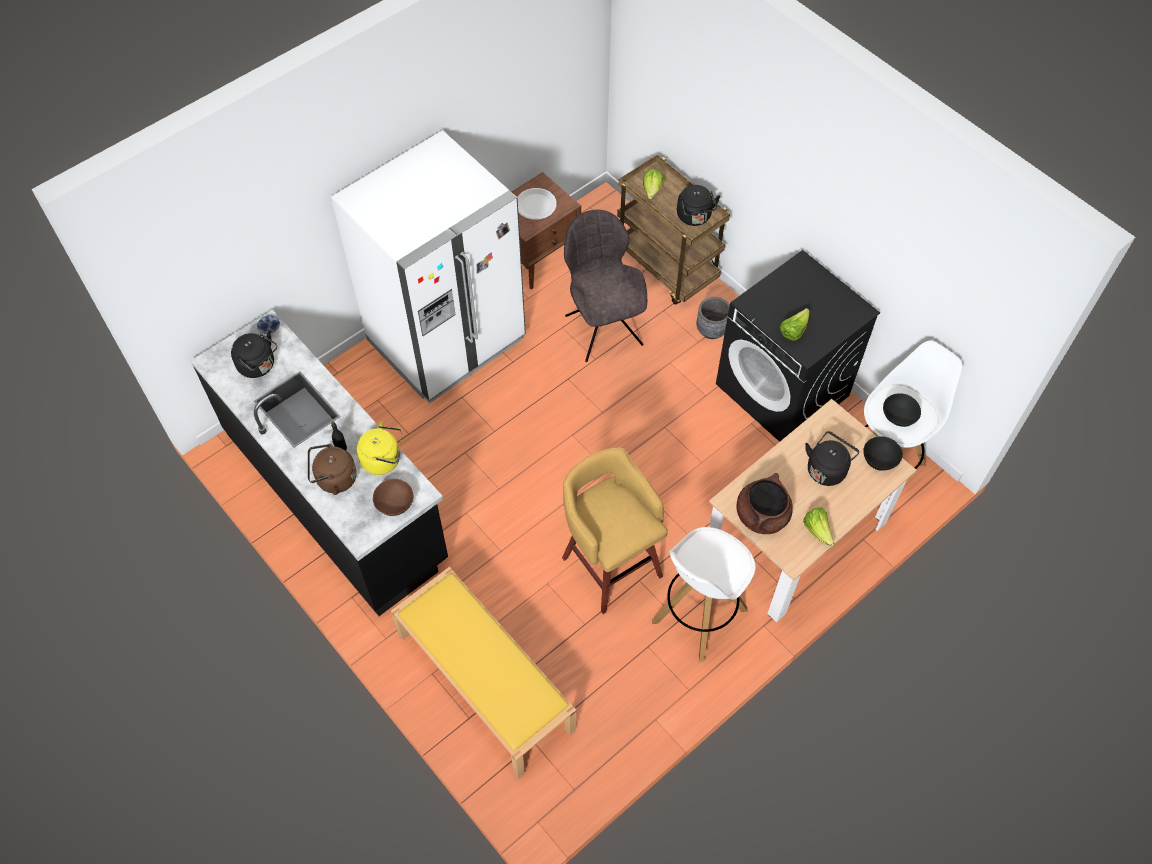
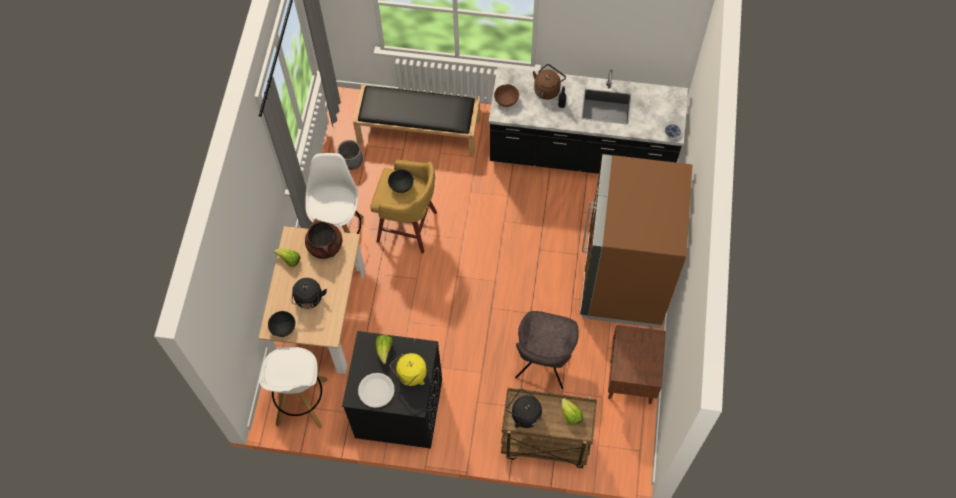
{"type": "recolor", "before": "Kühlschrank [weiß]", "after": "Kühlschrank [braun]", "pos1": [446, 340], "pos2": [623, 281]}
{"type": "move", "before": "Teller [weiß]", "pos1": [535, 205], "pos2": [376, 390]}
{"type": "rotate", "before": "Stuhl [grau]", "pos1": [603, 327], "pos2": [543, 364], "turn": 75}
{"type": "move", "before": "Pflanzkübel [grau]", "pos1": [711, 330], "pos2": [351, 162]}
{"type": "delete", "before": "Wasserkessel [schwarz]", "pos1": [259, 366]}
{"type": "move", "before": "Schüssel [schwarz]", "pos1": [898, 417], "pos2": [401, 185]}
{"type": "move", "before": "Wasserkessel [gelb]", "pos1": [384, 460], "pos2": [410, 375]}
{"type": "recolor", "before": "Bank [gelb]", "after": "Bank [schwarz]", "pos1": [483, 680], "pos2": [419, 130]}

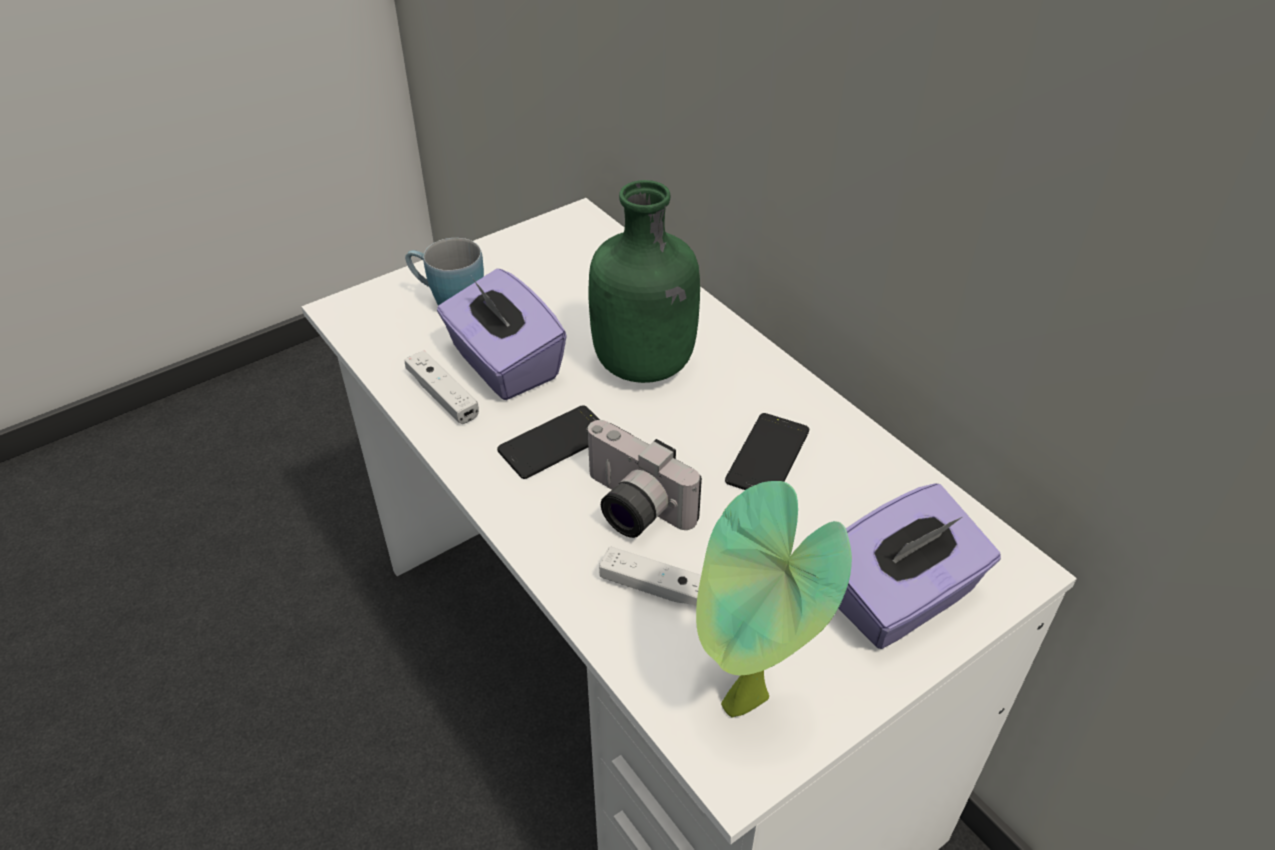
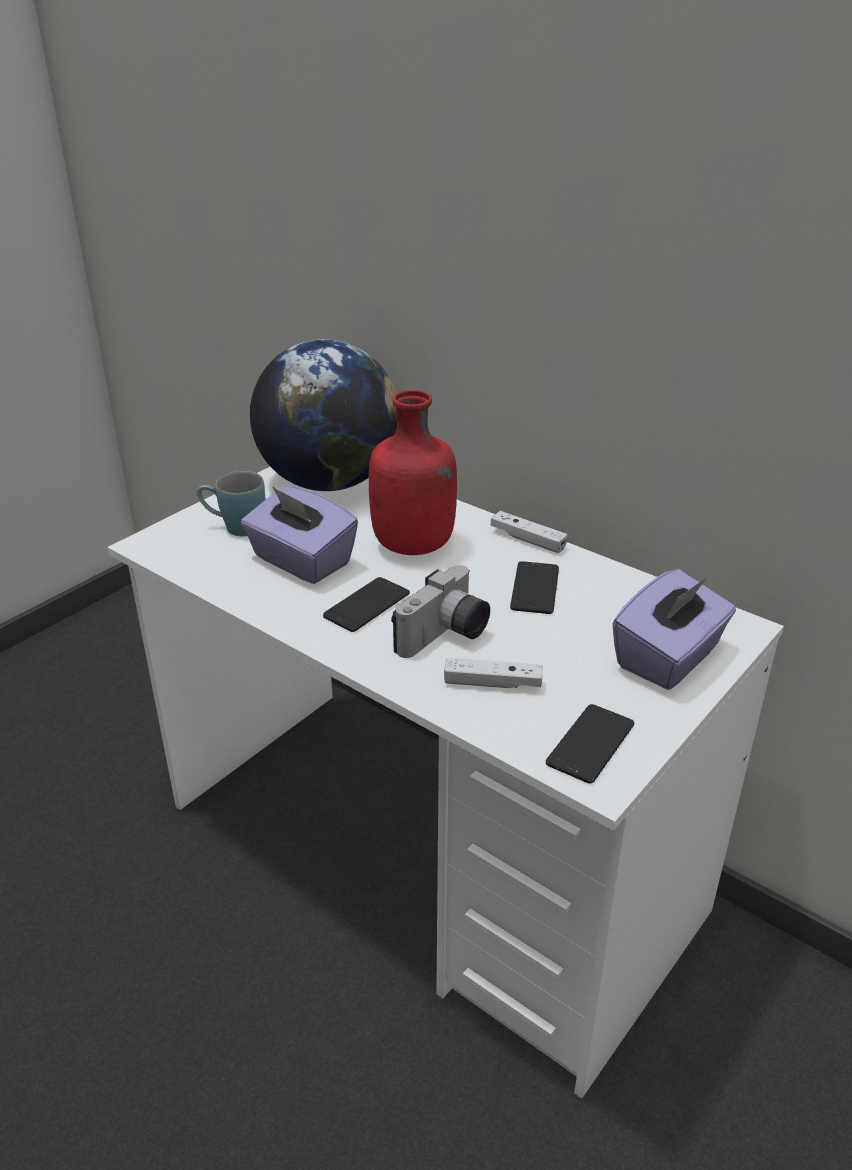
{"type": "recolor", "before": "Flasche [grün]", "after": "Flasche [rot]", "pos1": [644, 366], "pos2": [414, 546]}
{"type": "move", "before": "Gamepad [weiß]", "pos1": [442, 395], "pos2": [527, 539]}
{"type": "rotate", "before": "Kamera", "pos1": [630, 508], "pos2": [445, 637], "turn": -75}
{"type": "replace", "before": "Topfpflanze", "after": "Handy", "pos1": [745, 710], "pos2": [590, 744]}
{"type": "insert", "after": "Globus", "pos2": [329, 482]}

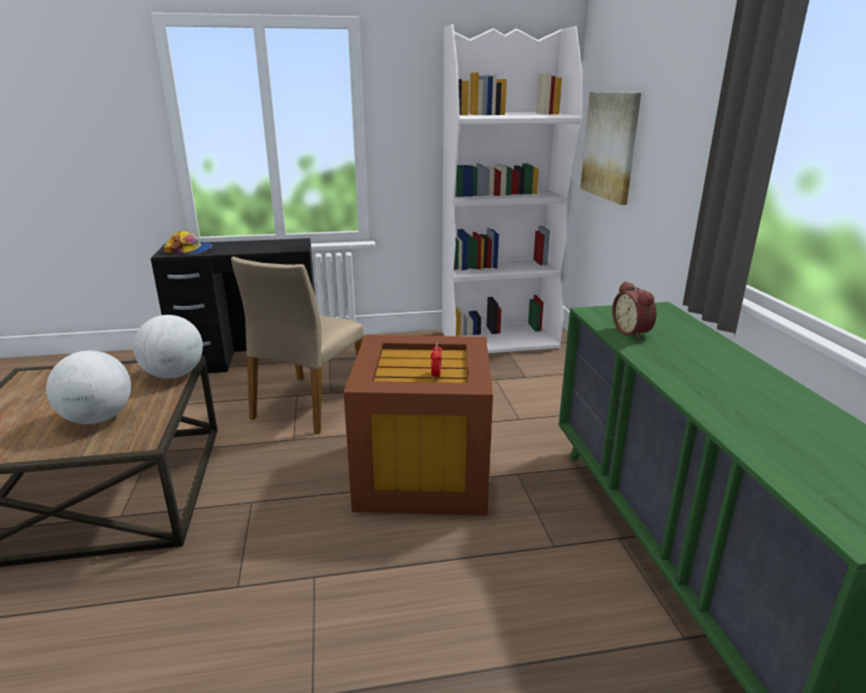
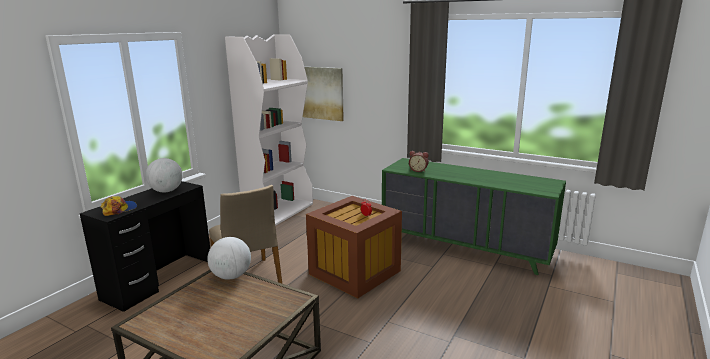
{"type": "move", "before": "Globus", "pos1": [97, 419], "pos2": [166, 191]}

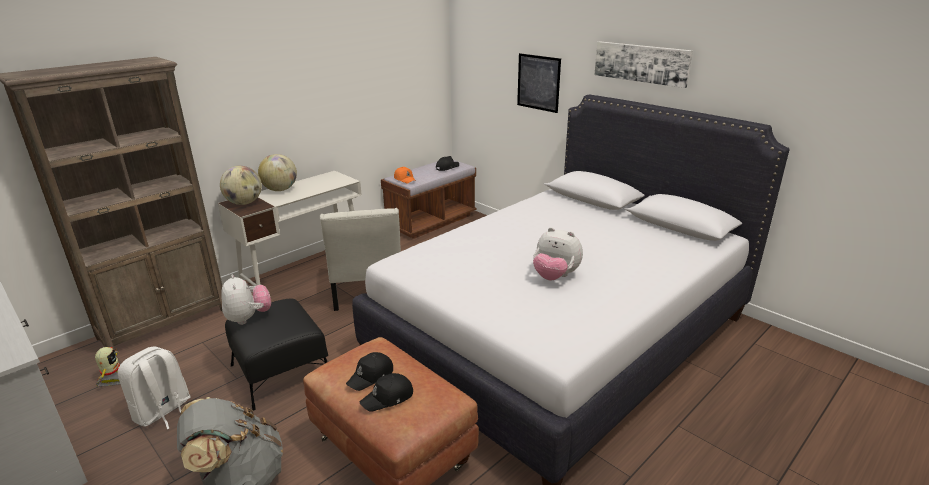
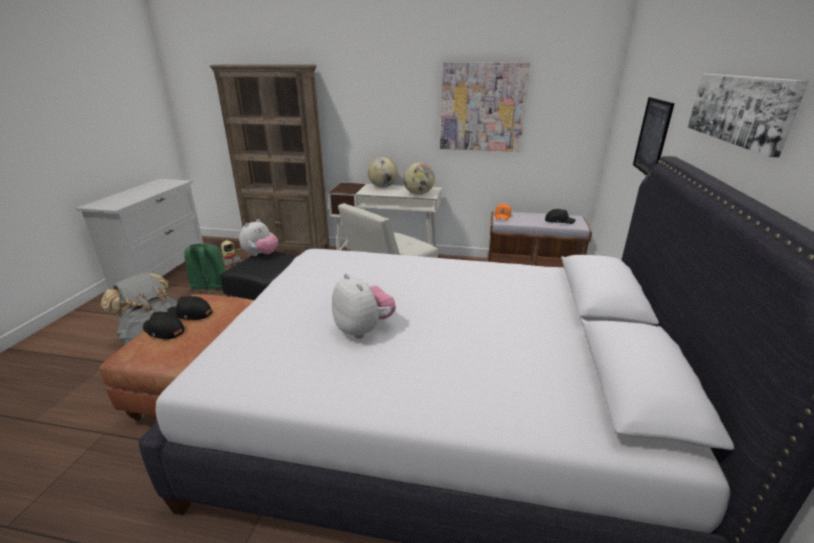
{"type": "move", "before": "Globus", "pos1": [244, 203], "pos2": [418, 194]}
{"type": "rotate", "before": "Plüschtier", "pos1": [555, 277], "pos2": [363, 329], "turn": 150}
{"type": "recolor", "before": "Rucksack [weiß]", "after": "Rucksack [grün]", "pos1": [163, 411], "pos2": [208, 287]}
{"type": "insert", "after": "Bild", "pos2": [482, 107]}

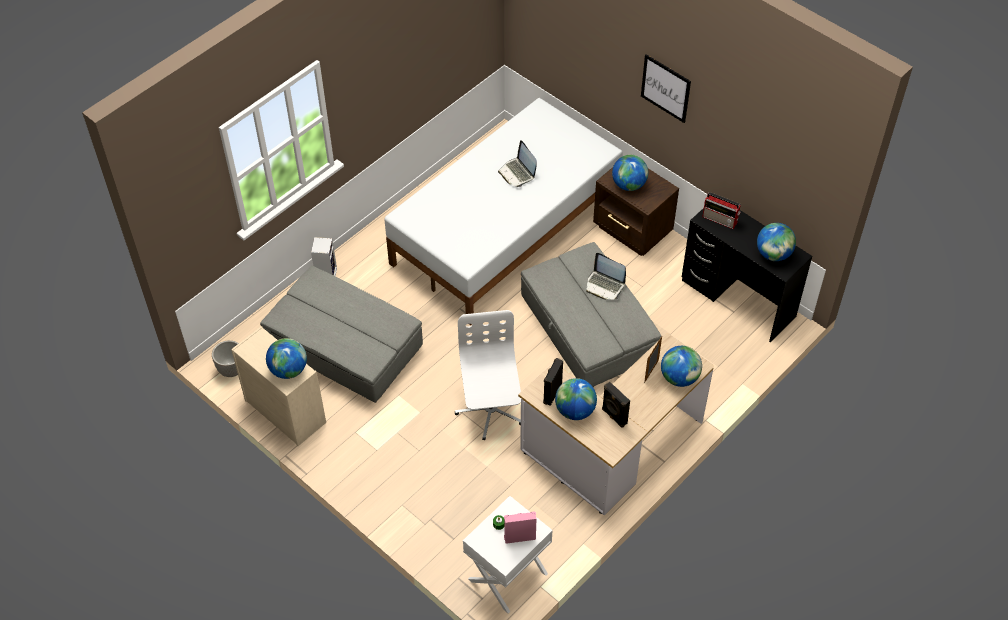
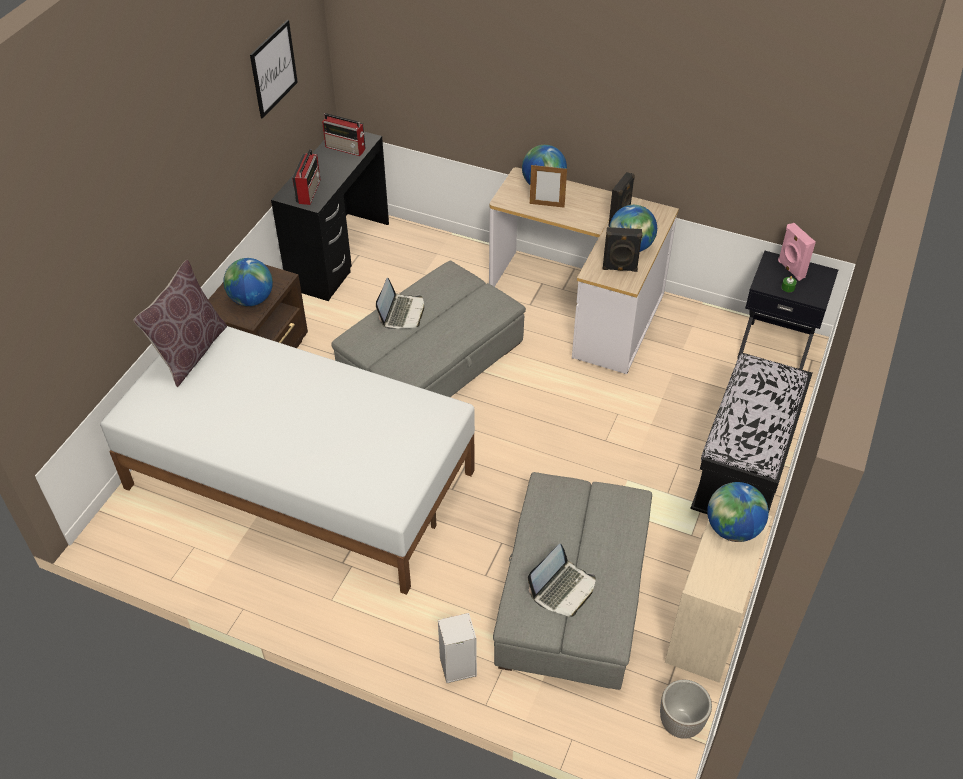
{"type": "move", "before": "Bild", "pos1": [665, 88], "pos2": [273, 69]}
{"type": "move", "before": "Laptop", "pos1": [517, 173], "pos2": [563, 589]}
{"type": "replace", "before": "Globus", "after": "Radio", "pos1": [773, 254], "pos2": [346, 148]}
{"type": "delete", "before": "Bürostuhl [weiß]", "pos1": [490, 410]}
{"type": "recolor", "before": "Nachttisch [weiß]", "after": "Nachttisch [schwarz]", "pos1": [508, 577], "pos2": [775, 347]}
{"type": "insert", "after": "Kissen [braun]", "pos2": [190, 352]}
{"type": "insert", "after": "Bank [schwarz]", "pos2": [743, 471]}

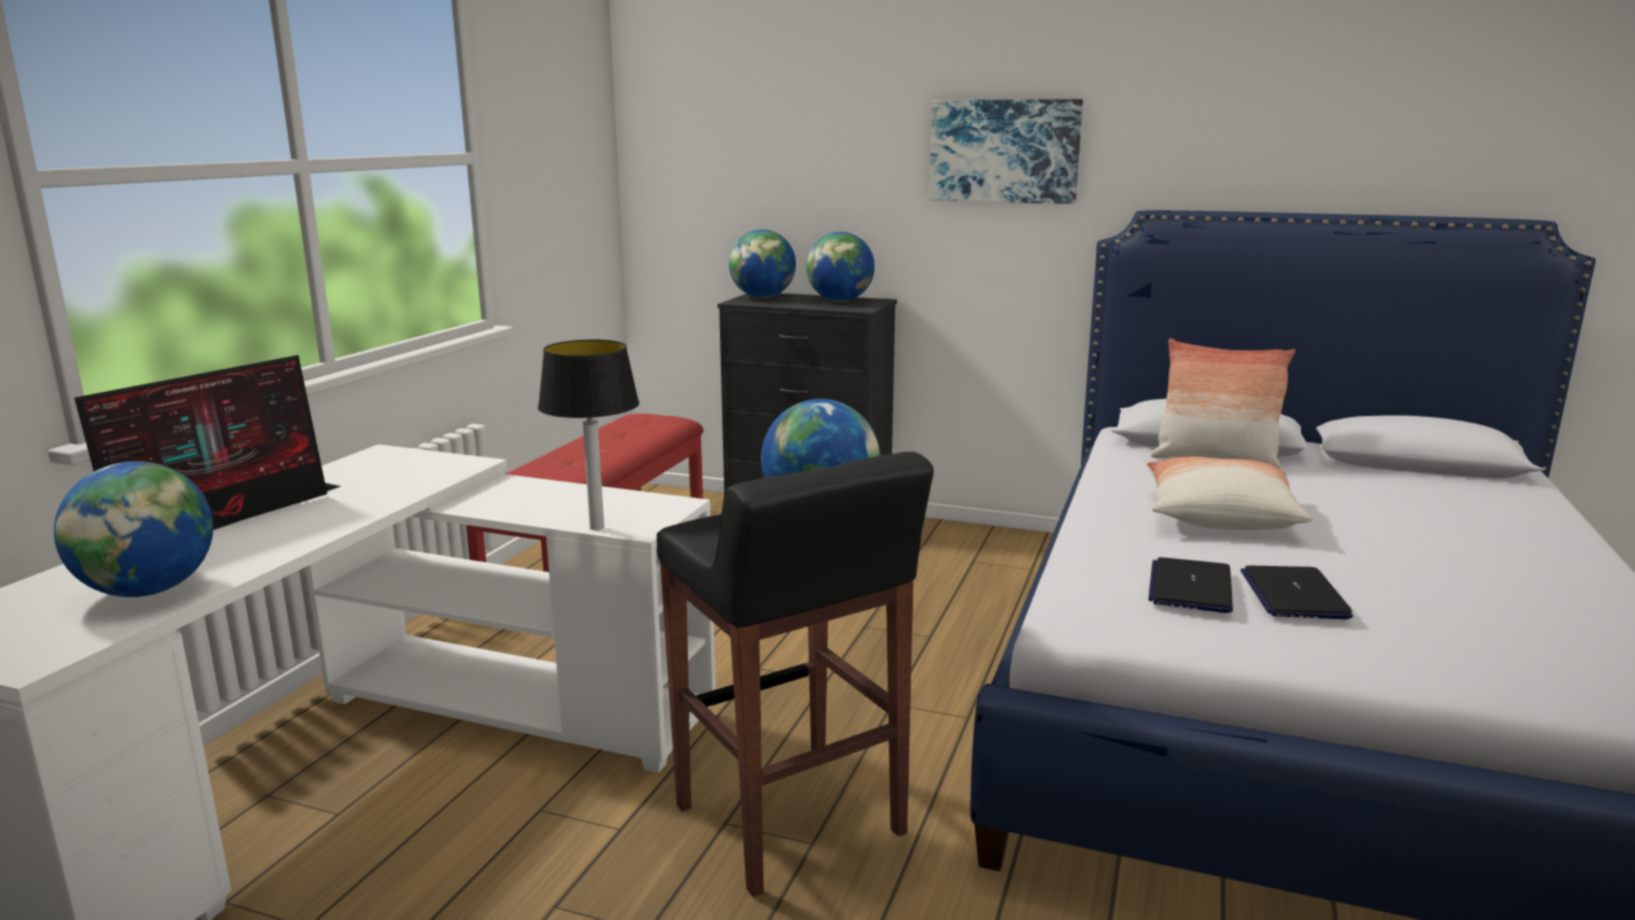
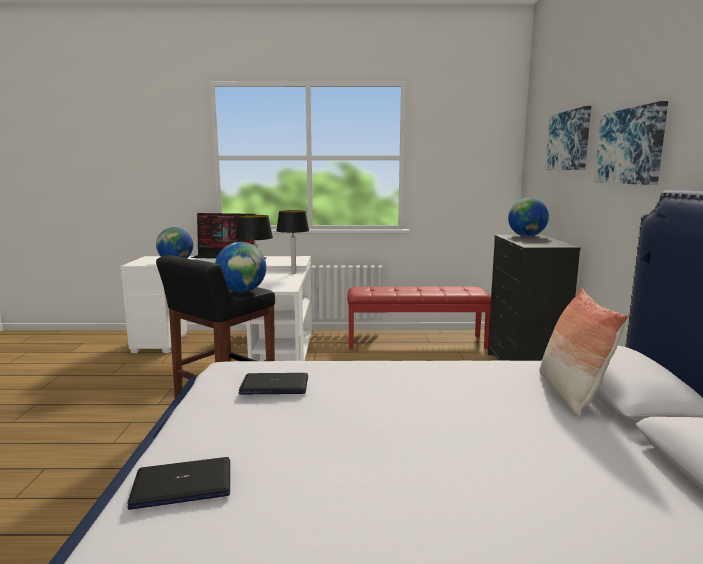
{"type": "delete", "before": "Globus", "pos1": [840, 301]}
{"type": "delete", "before": "Kissen", "pos1": [1218, 516]}
{"type": "move", "before": "Laptop", "pos1": [1293, 595], "pos2": [183, 484]}
{"type": "insert", "after": "Bild", "pos2": [569, 141]}
{"type": "insert", "after": "Tischlampe", "pos2": [293, 273]}

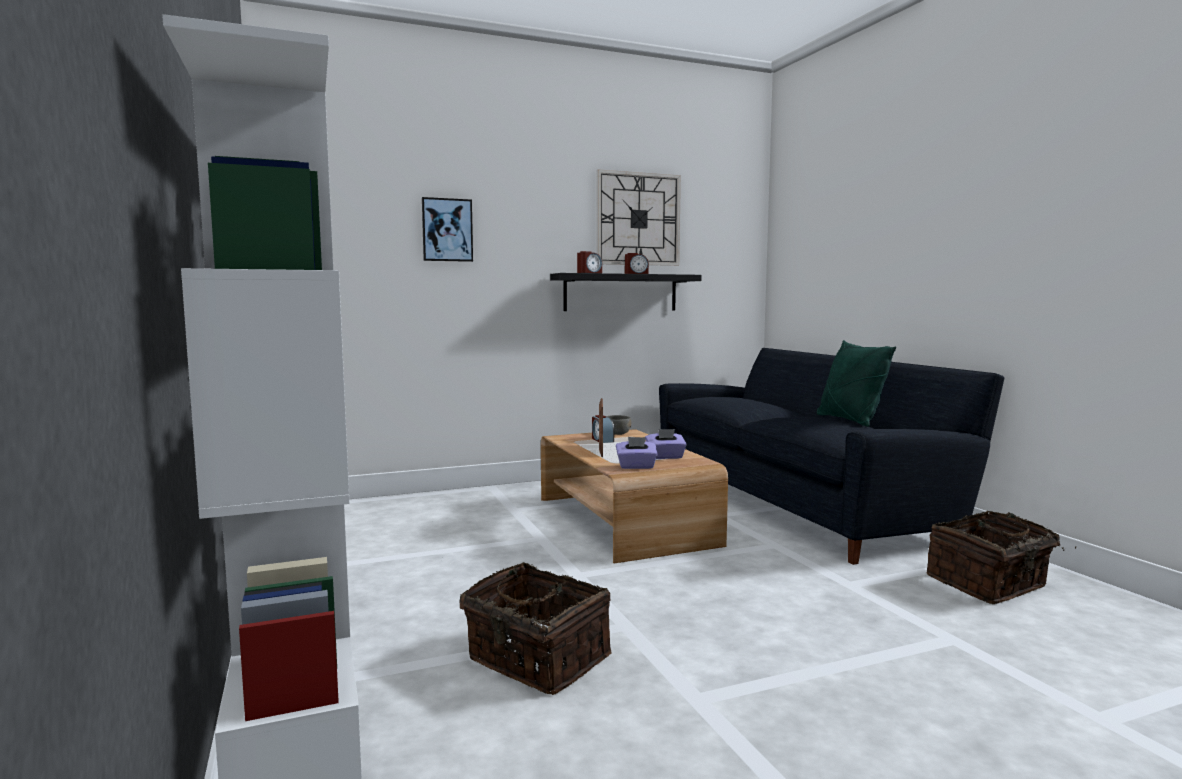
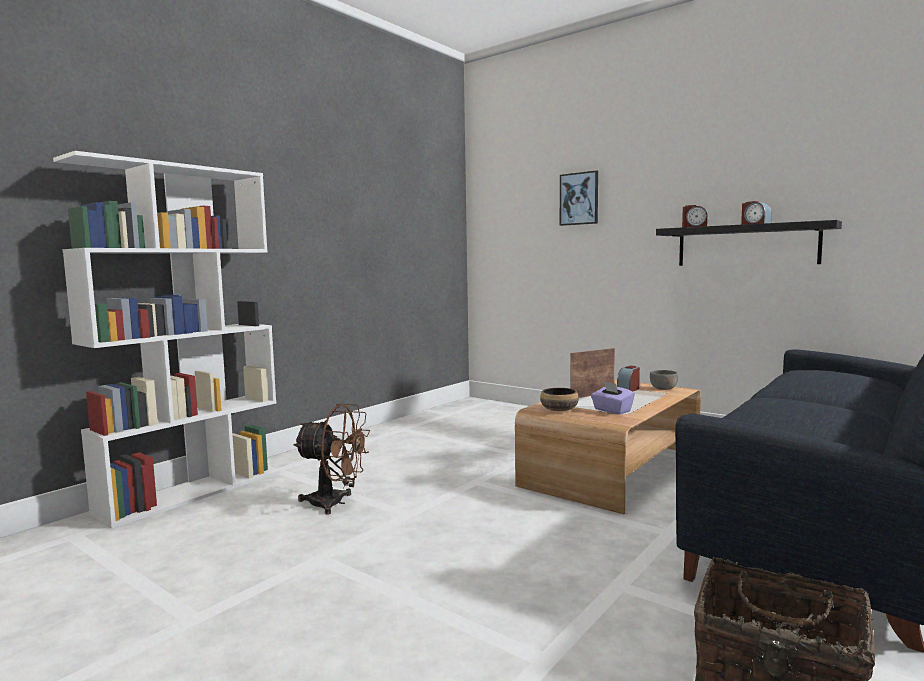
{"type": "delete", "before": "Wanduhr", "pos1": [638, 219]}
{"type": "delete", "before": "Kissen [grün]", "pos1": [850, 420]}
{"type": "replace", "before": "Taschentuchbox [lila]", "after": "Schüssel", "pos1": [636, 466], "pos2": [559, 410]}
{"type": "replace", "before": "Korb", "after": "Ventilator [braun]", "pos1": [536, 660], "pos2": [335, 503]}

